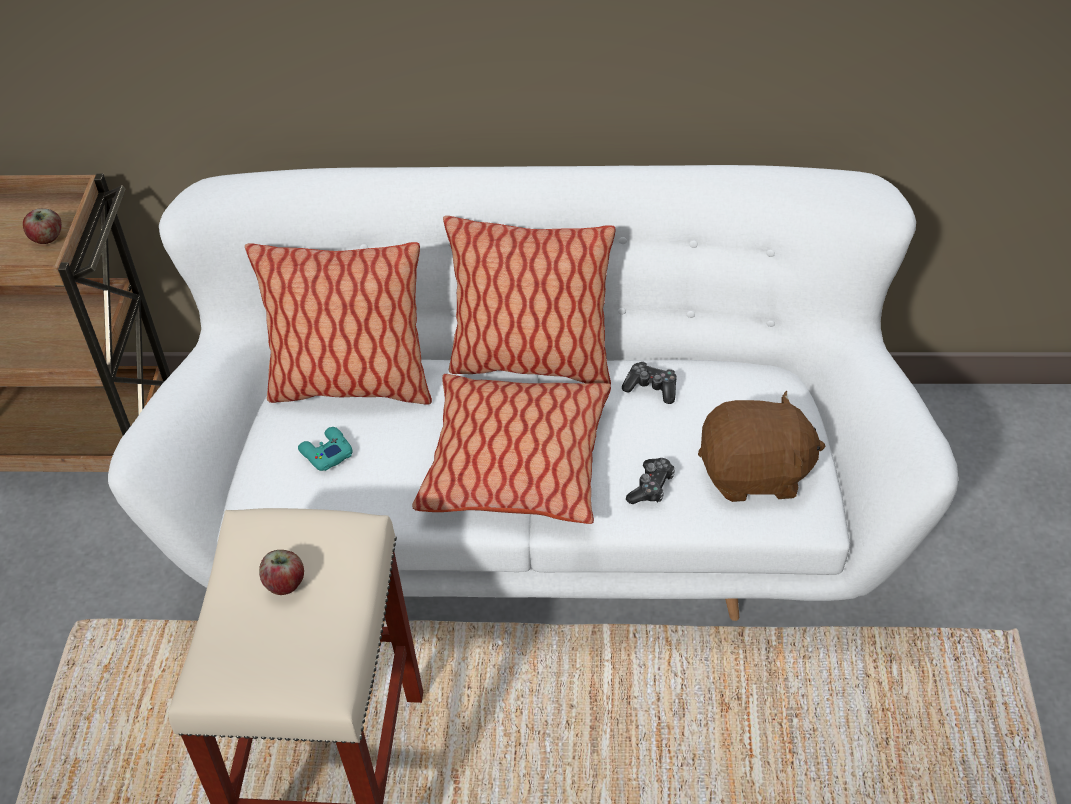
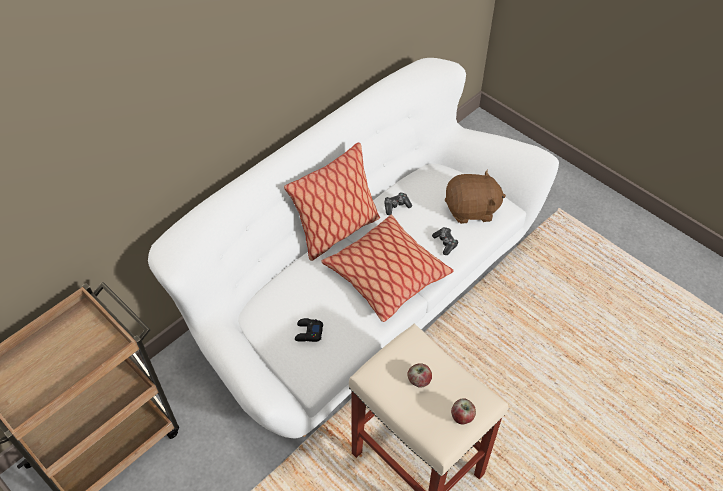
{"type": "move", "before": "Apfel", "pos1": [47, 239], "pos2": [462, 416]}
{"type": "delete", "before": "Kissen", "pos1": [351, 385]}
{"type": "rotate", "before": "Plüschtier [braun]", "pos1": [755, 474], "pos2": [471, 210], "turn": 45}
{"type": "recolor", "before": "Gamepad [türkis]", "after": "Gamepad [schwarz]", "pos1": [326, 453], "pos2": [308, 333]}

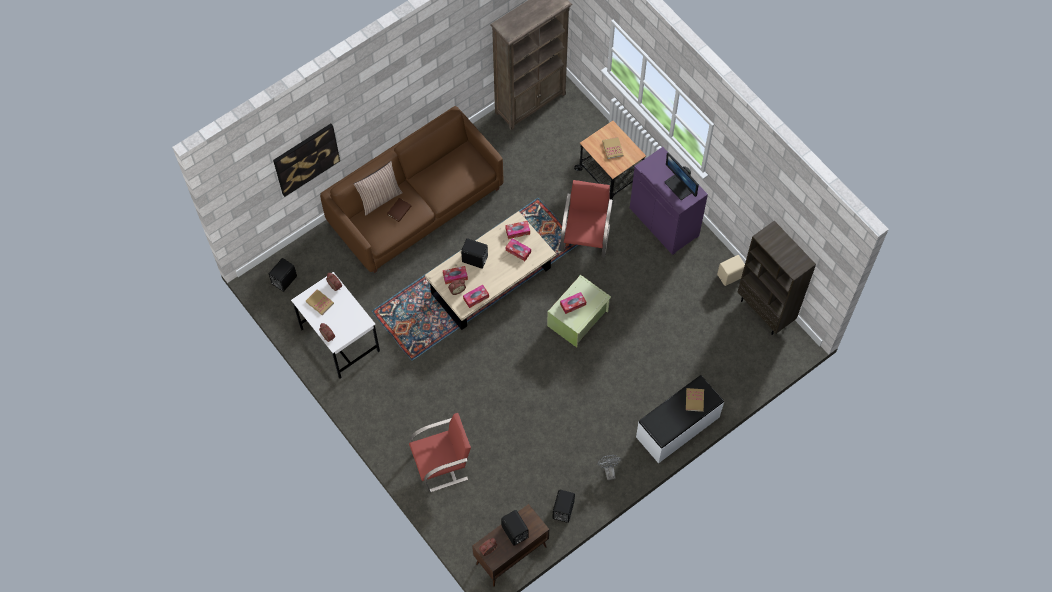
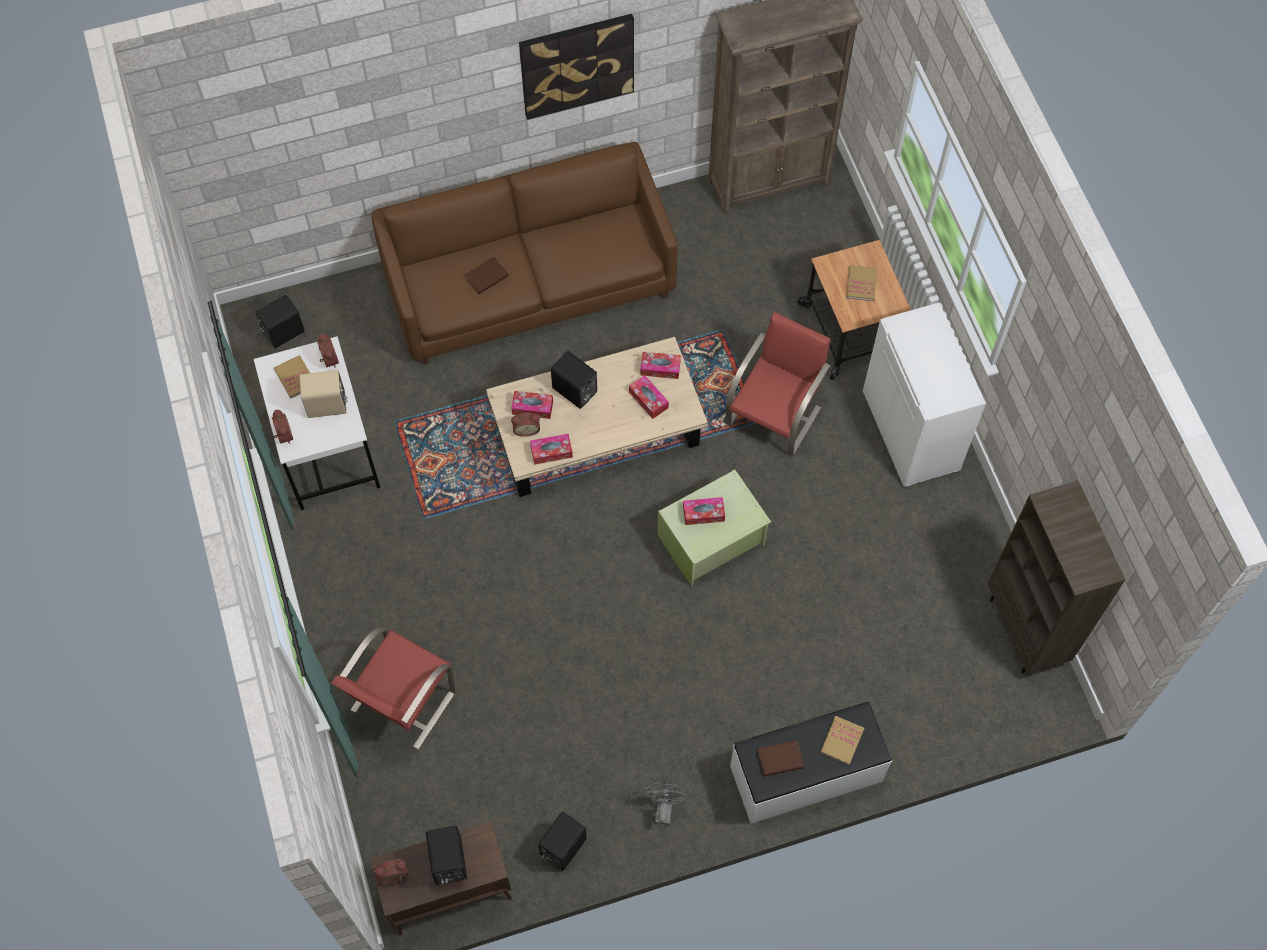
{"type": "move", "before": "Bild", "pos1": [306, 159], "pos2": [577, 65]}
{"type": "recolor", "before": "Schrank [lila]", "after": "Schrank [weiß]", "pos1": [665, 222], "pos2": [912, 431]}
{"type": "delete", "before": "Monitor", "pos1": [679, 186]}
{"type": "delete", "before": "Kissen", "pos1": [379, 198]}
{"type": "move", "before": "Lautsprecher [beige]", "pos1": [730, 276], "pos2": [327, 406]}
{"type": "rotate", "before": "Stuhl [rot]", "pos1": [442, 465], "pos2": [401, 702], "turn": 120}
{"type": "insert", "after": "Buch [braun]", "pos2": [780, 759]}

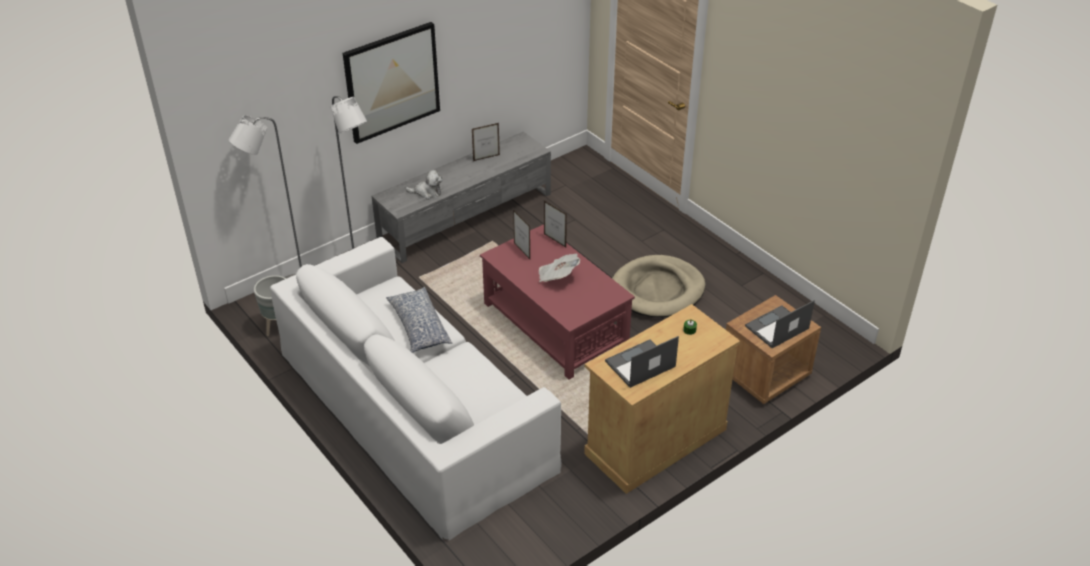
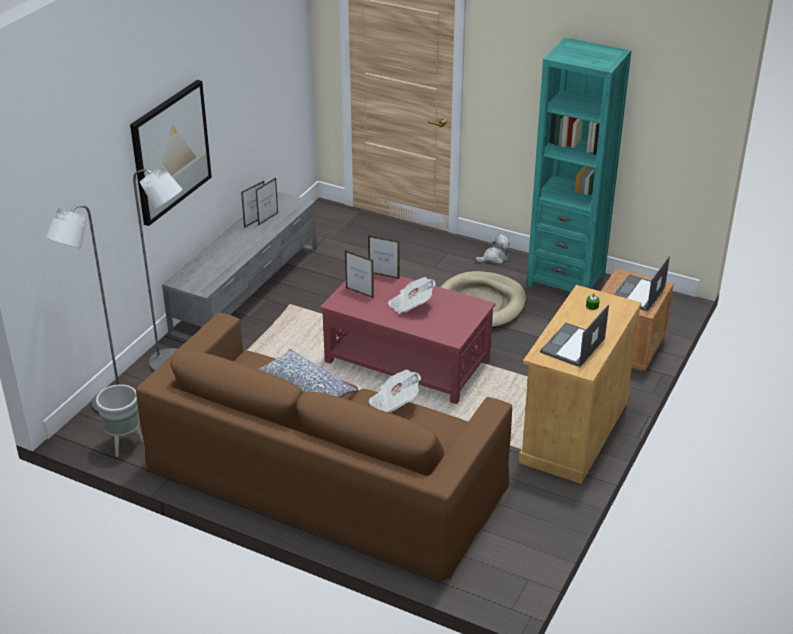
{"type": "move", "before": "Plüschtier", "pos1": [427, 192], "pos2": [494, 258]}
{"type": "recolor", "before": "Sofa [weiß]", "after": "Sofa [braun]", "pos1": [414, 408], "pos2": [325, 475]}
{"type": "insert", "after": "Bücherregal [türkis]", "pos2": [566, 280]}
{"type": "insert", "after": "Bilderrahmen", "pos2": [268, 219]}
{"type": "insert", "after": "Zeitung", "pos2": [394, 402]}

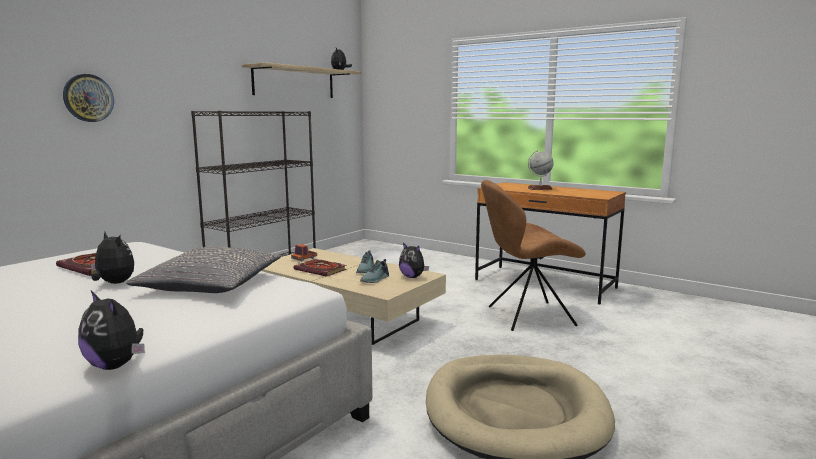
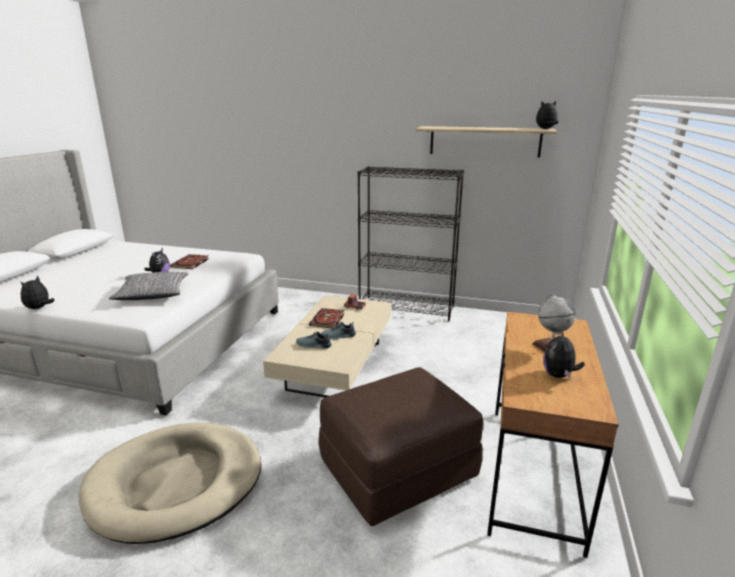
{"type": "delete", "before": "Wanduhr", "pos1": [88, 98]}
{"type": "replace", "before": "Stuhl [braun]", "after": "Polsterhocker [braun]", "pos1": [527, 316], "pos2": [398, 469]}
{"type": "move", "before": "Plüschtier", "pos1": [412, 277], "pos2": [559, 375]}

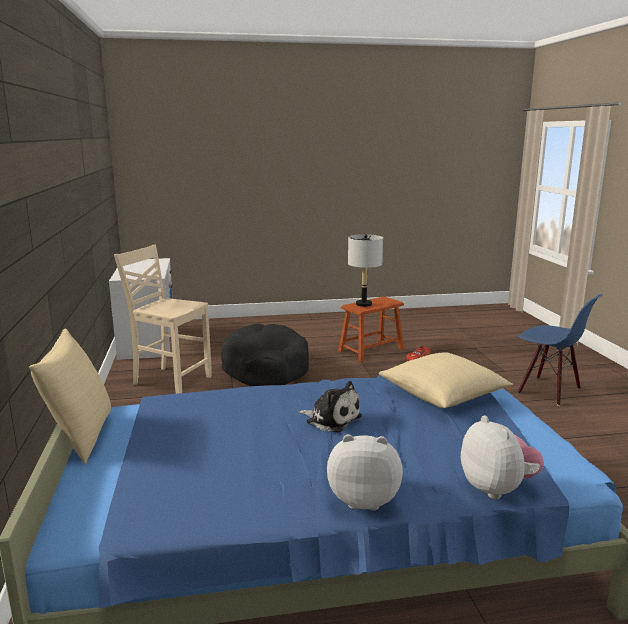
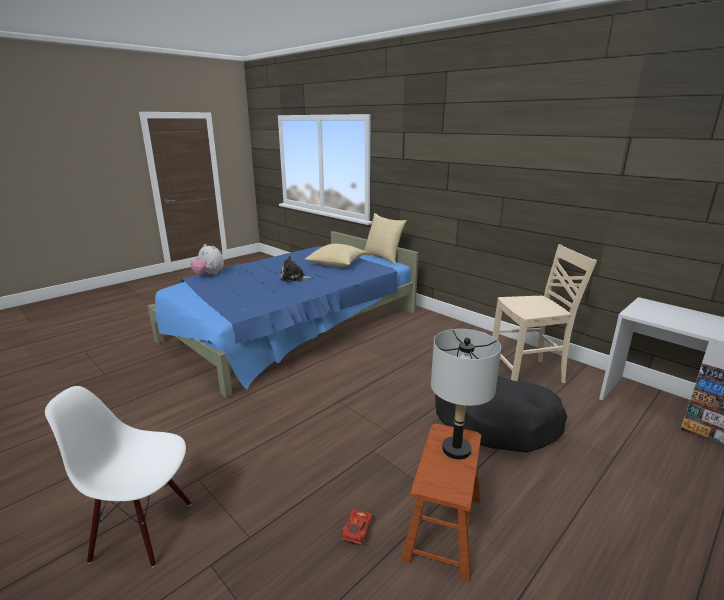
{"type": "recolor", "before": "Stuhl [blau]", "after": "Stuhl [weiß]", "pos1": [549, 391], "pos2": [143, 529]}
{"type": "move", "before": "Kissen [beige]", "pos1": [443, 395], "pos2": [336, 264]}
{"type": "delete", "before": "Plüschtier", "pos1": [363, 499]}

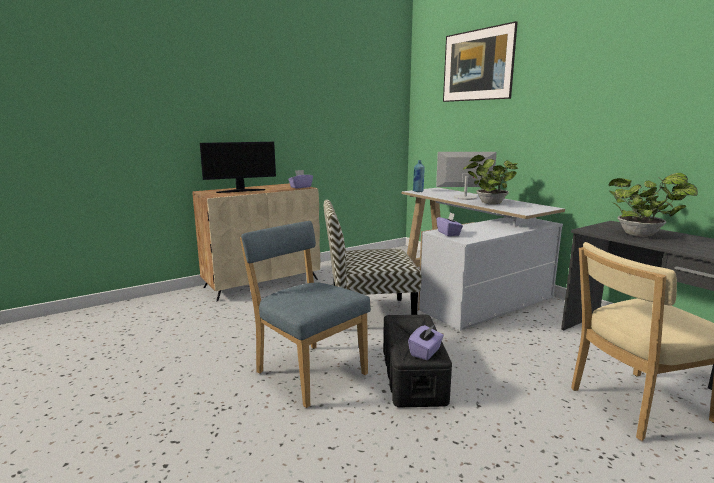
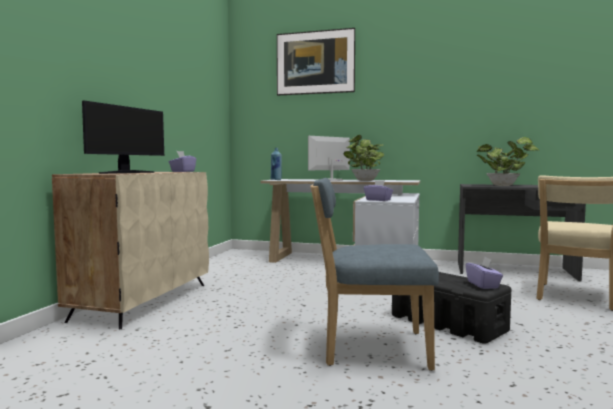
{"type": "delete", "before": "Stuhl", "pos1": [368, 314]}

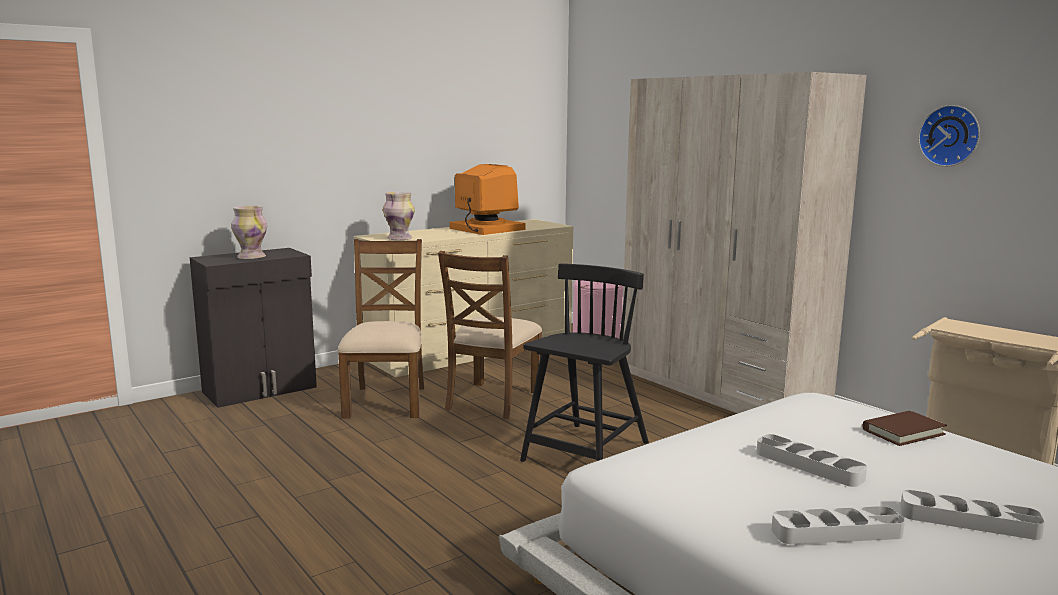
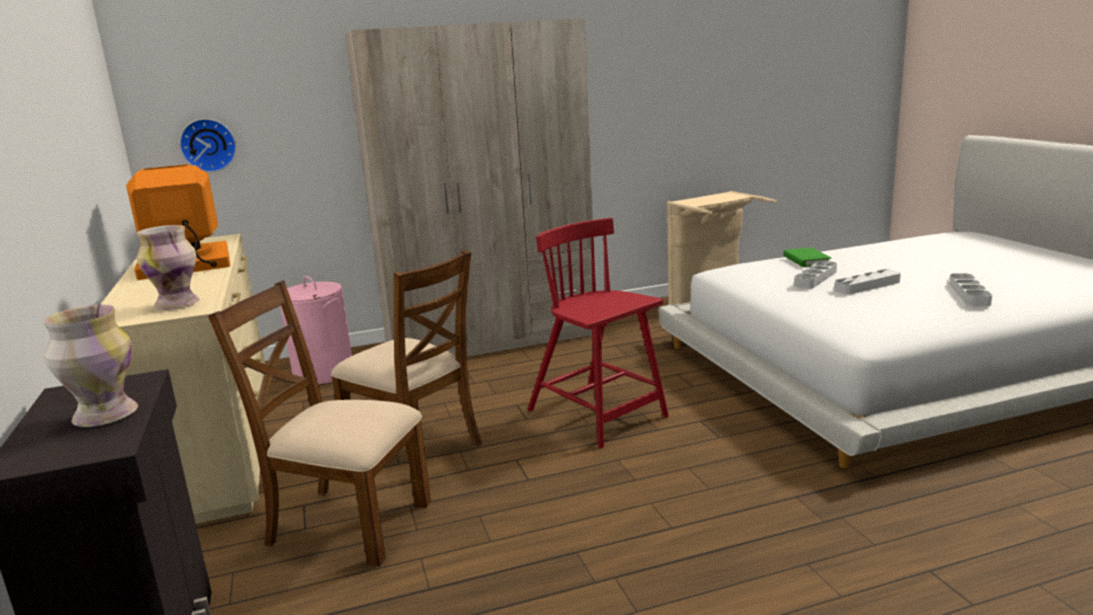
{"type": "move", "before": "Wanduhr", "pos1": [950, 135], "pos2": [208, 145]}
{"type": "recolor", "before": "Stuhl [schwarz]", "after": "Stuhl [rot]", "pos1": [585, 453], "pos2": [598, 415]}
{"type": "recolor", "before": "Buch [braun]", "after": "Buch [grün]", "pos1": [903, 432], "pos2": [806, 260]}
{"type": "move", "before": "Tablett [grau]", "pos1": [968, 521], "pos2": [815, 278]}

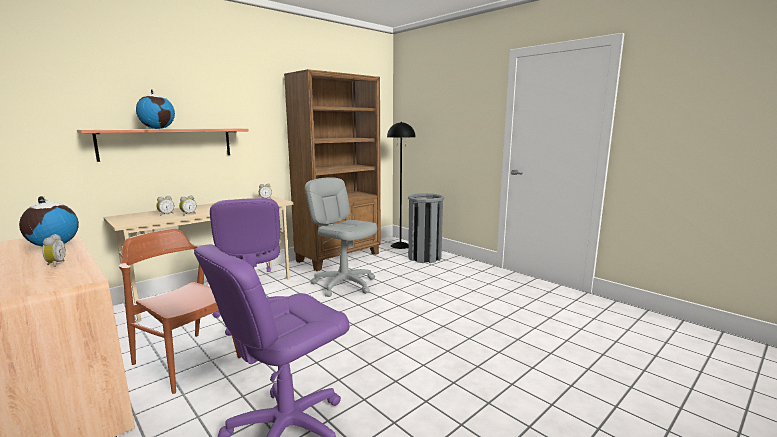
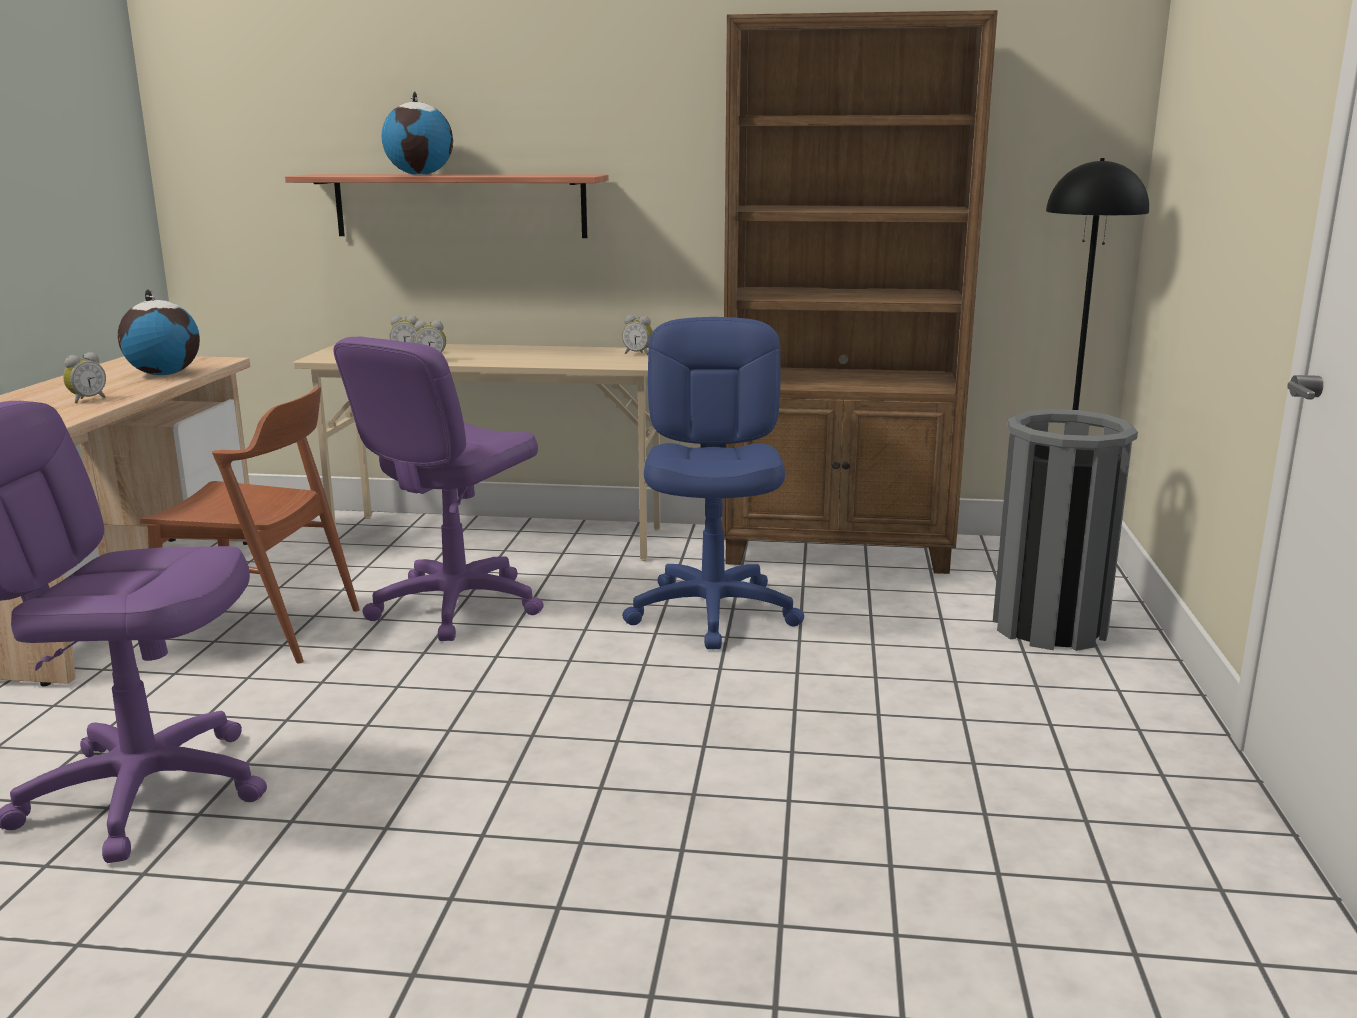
{"type": "recolor", "before": "Bürostuhl [grau]", "after": "Bürostuhl [blau]", "pos1": [344, 284], "pos2": [713, 613]}
{"type": "rotate", "before": "Stuhl [braun]", "pos1": [187, 360], "pos2": [262, 630], "turn": 105}

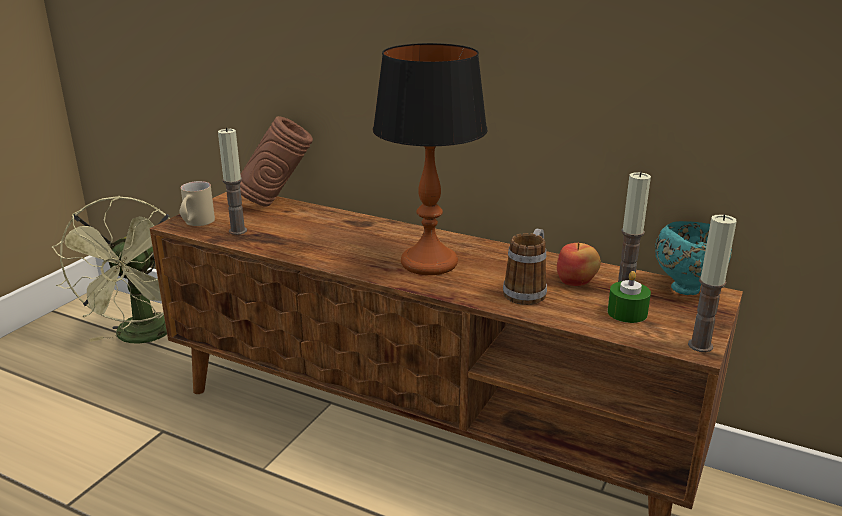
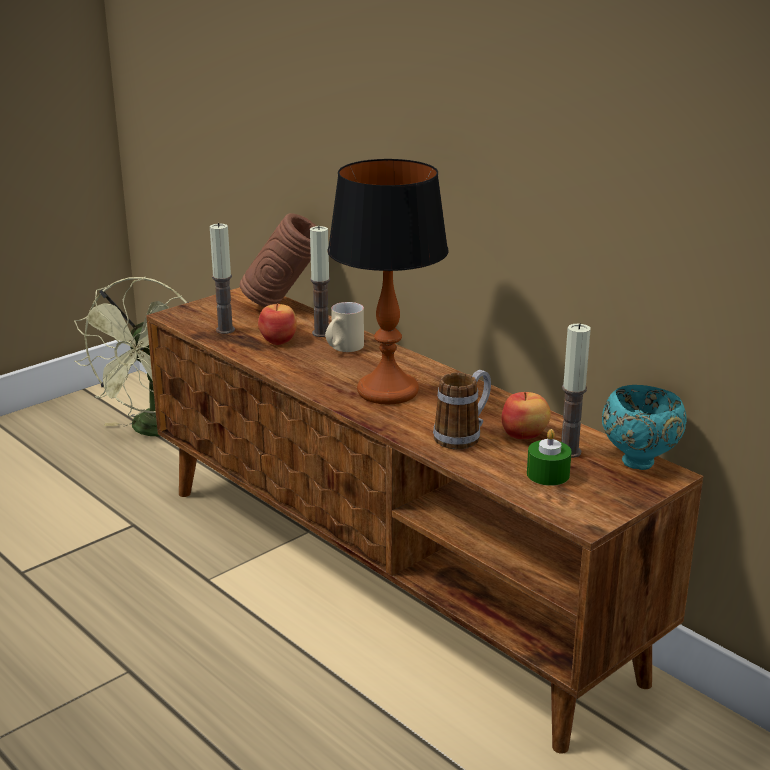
{"type": "move", "before": "Henkelbecher [beige]", "pos1": [196, 223], "pos2": [343, 349]}
{"type": "move", "before": "Kerze", "pos1": [700, 345], "pos2": [321, 333]}
{"type": "insert", "after": "Apfel", "pos2": [279, 340]}

